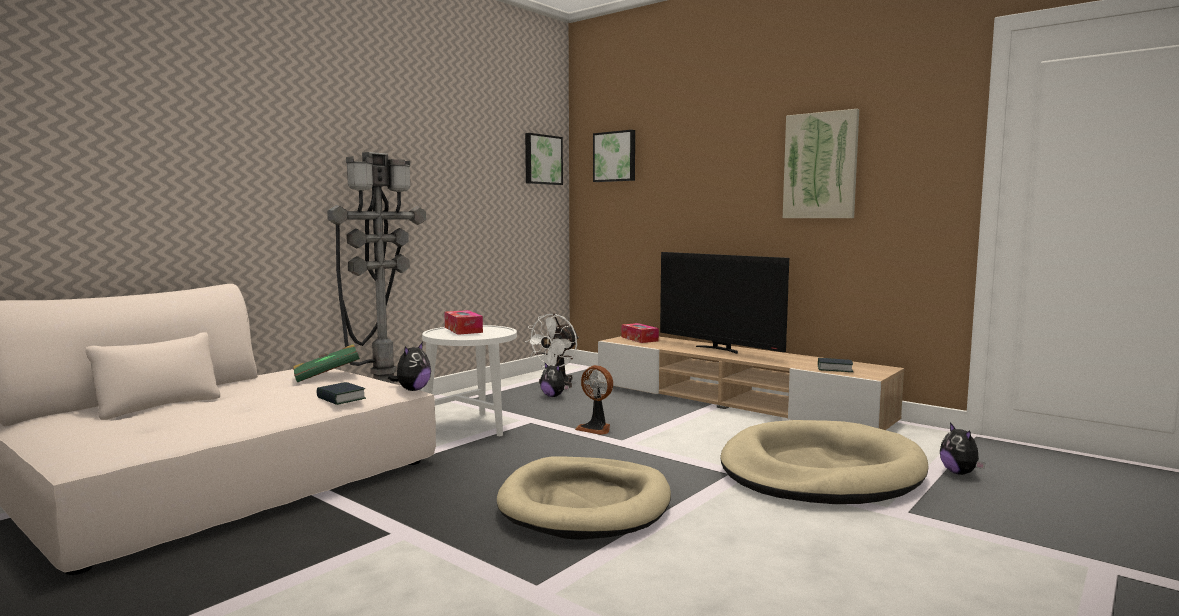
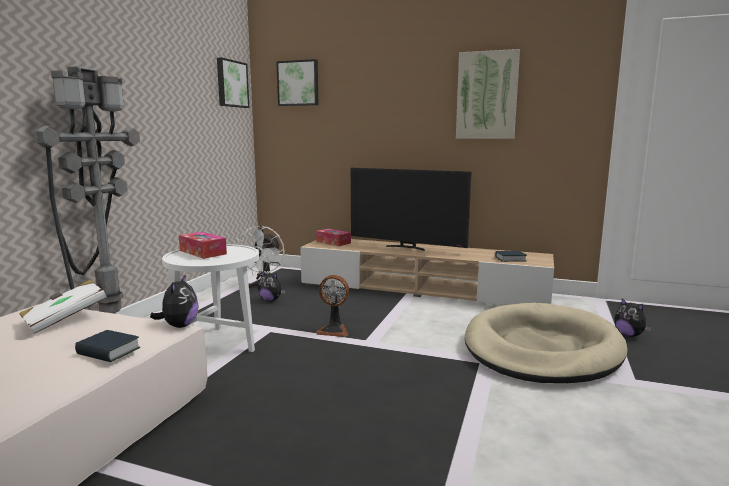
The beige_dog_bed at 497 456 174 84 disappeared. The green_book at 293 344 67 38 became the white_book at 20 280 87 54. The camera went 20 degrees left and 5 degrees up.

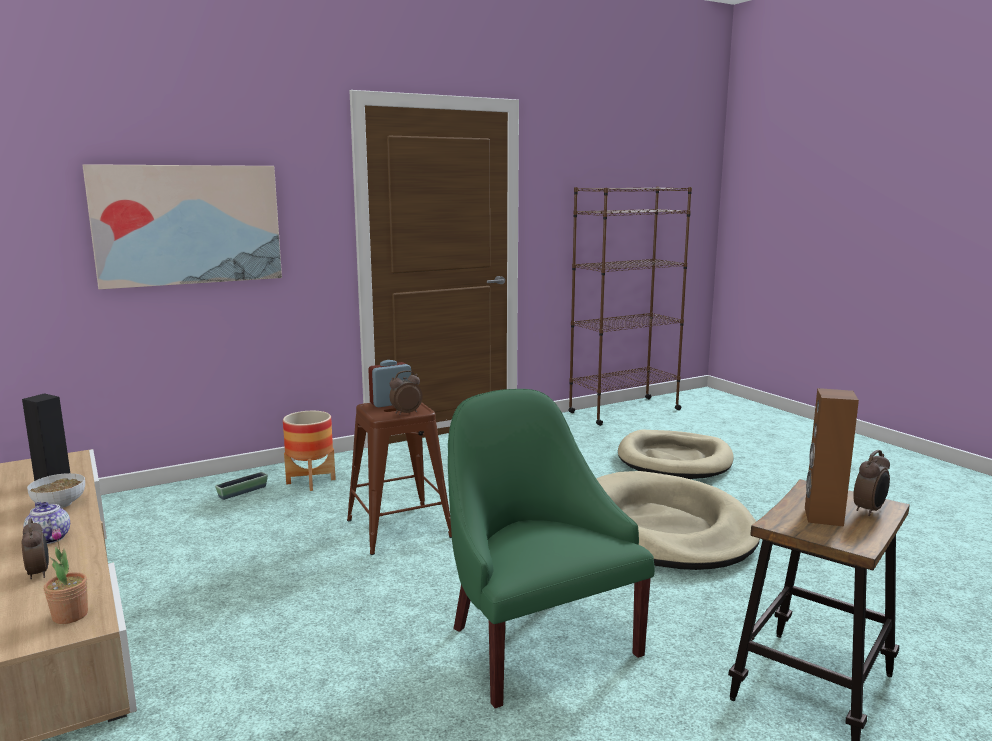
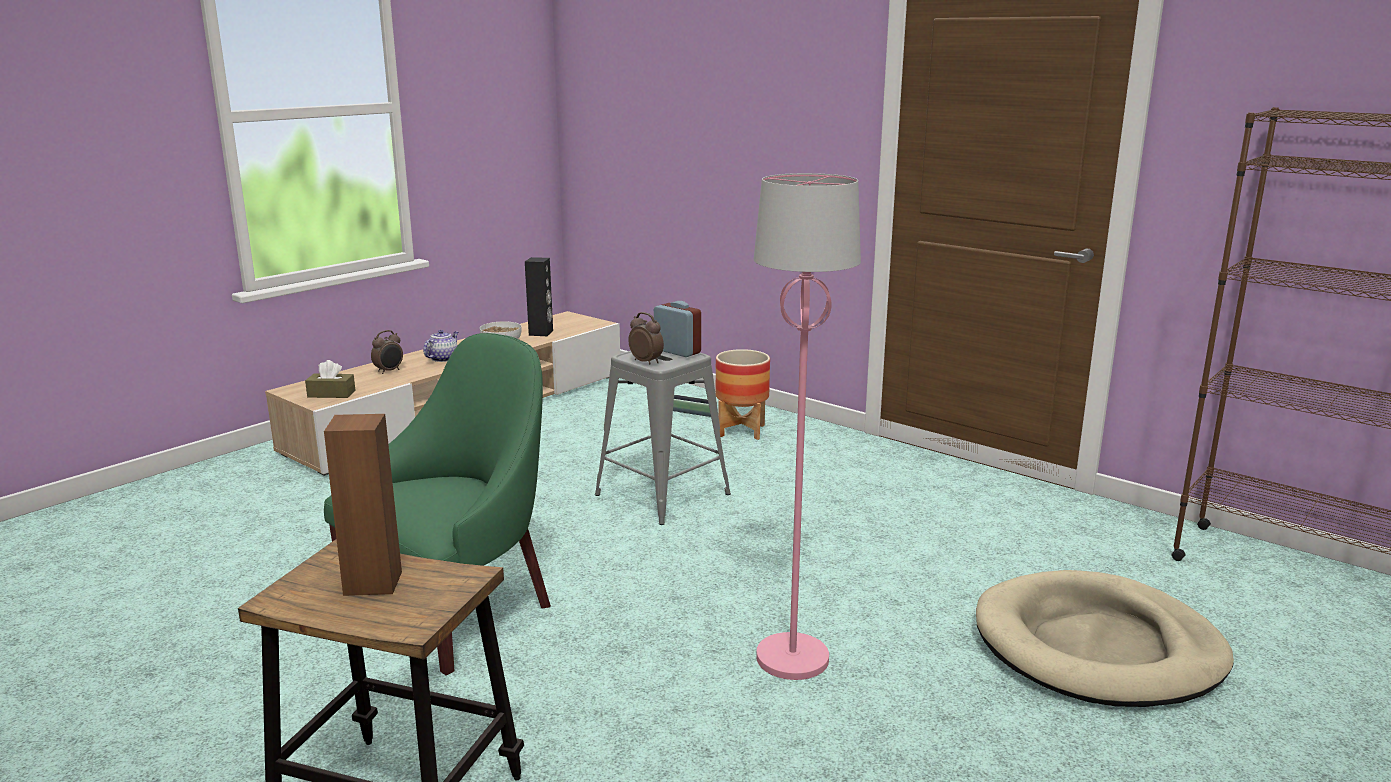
The picture at 82 164 200 126 disappeared. The alarm_clock at 853 450 37 66 disappeared. The potted_plant at 44 528 44 96 was replaced by the brown_tissue_box at 305 360 51 38. The beige_dog_bed at 596 471 164 99 was replaced by the pink_floor_lamp at 754 173 107 507. The brown_stool at 347 402 105 153 became the grey_stool at 595 351 136 174. The camera went 70 degrees right and 5 degrees up.

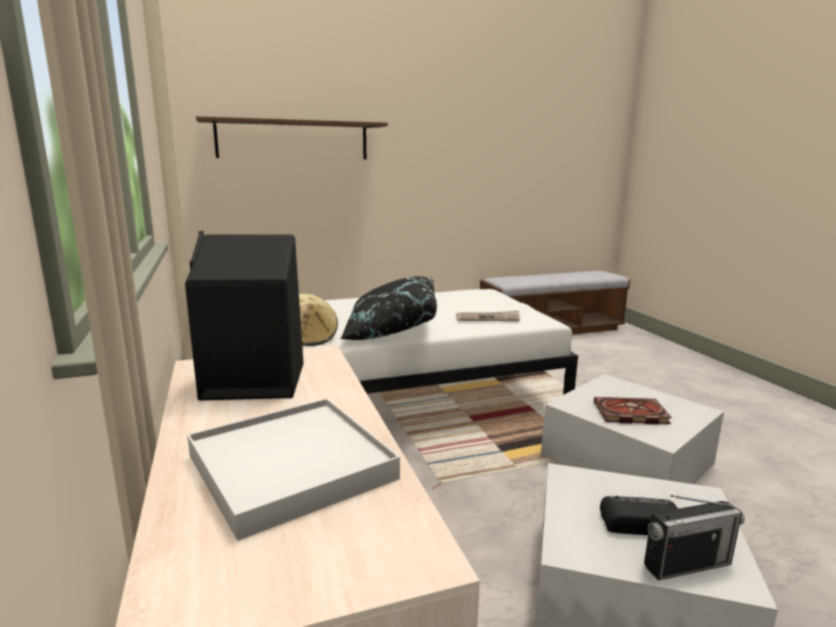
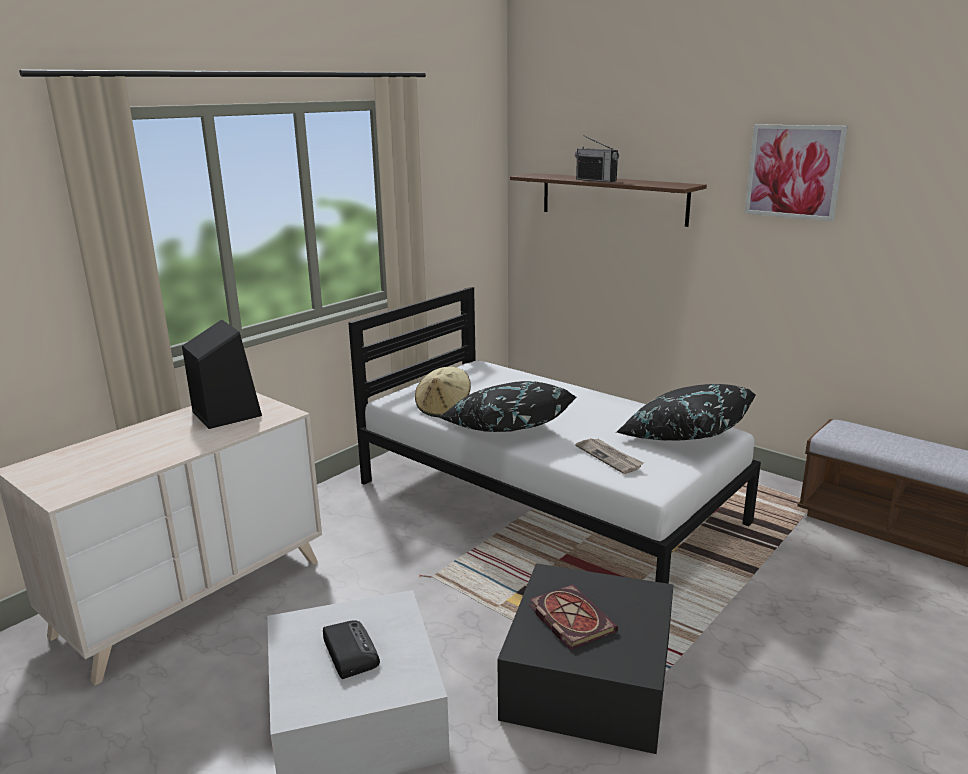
The white_tray at 187 399 213 142 disappeared. The black_pillow at 616 384 140 57 appeared. The picture at 745 124 103 97 appeared. The radio moved from 644 495 101 86 to 575 135 44 47. The white_storage_box at 541 374 183 110 became the black_storage_box at 497 563 177 191. The camera went 60 degrees right and 5 degrees up.

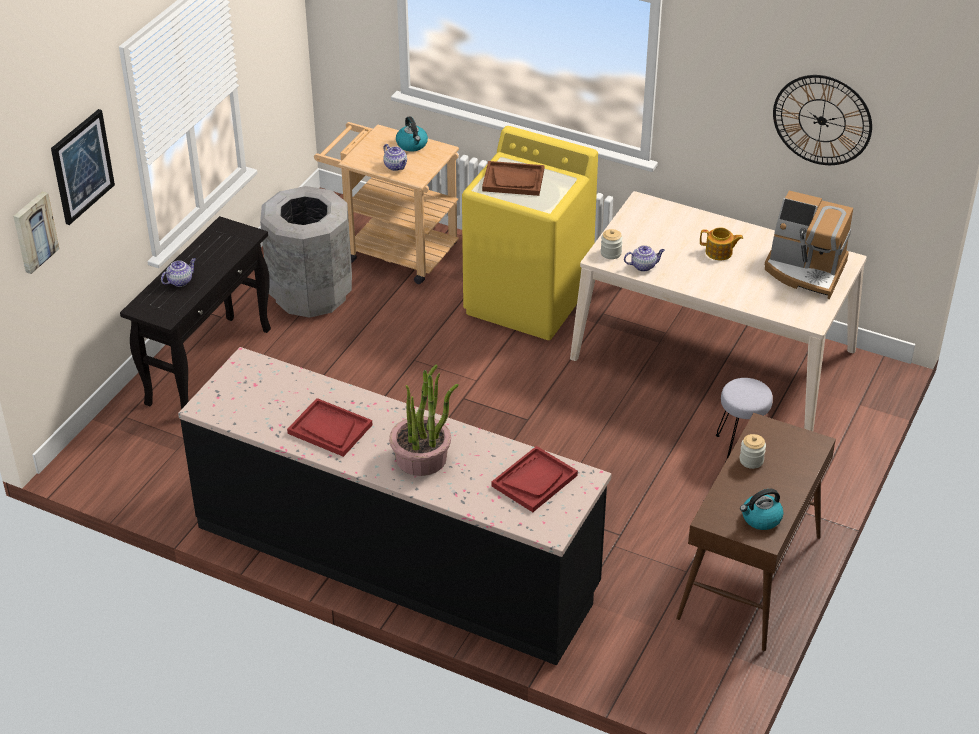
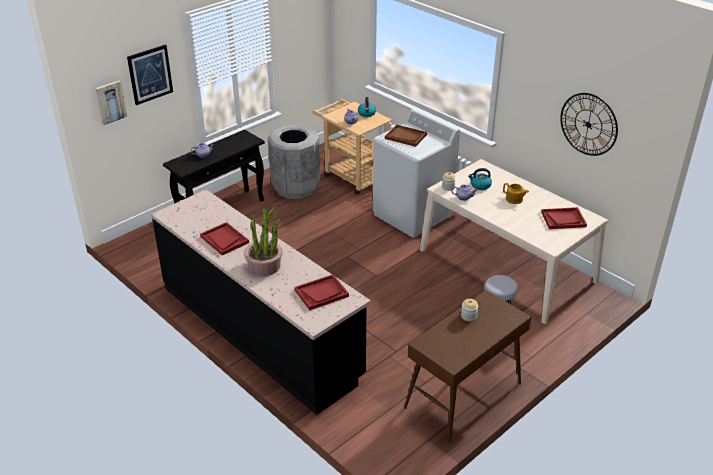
The kettle moved from 740 489 44 41 to 468 168 24 22. The coffee_machine at 765 191 88 108 was replaced by the red_tray at 541 207 46 22. The yellow_washing_machine at 462 126 136 214 became the white_washing_machine at 372 108 88 130. The camera went 20 degrees right and 5 degrees down.

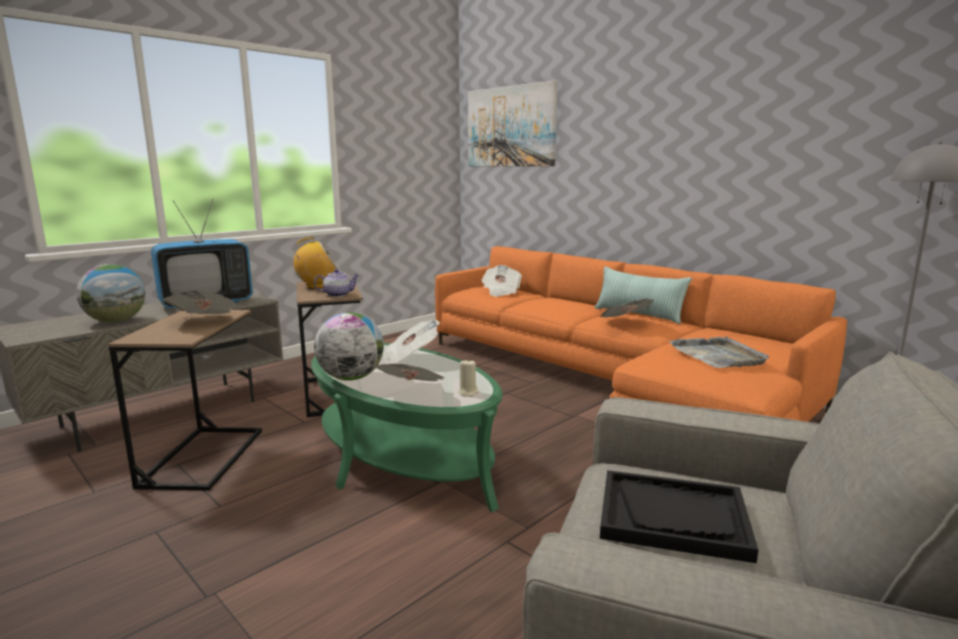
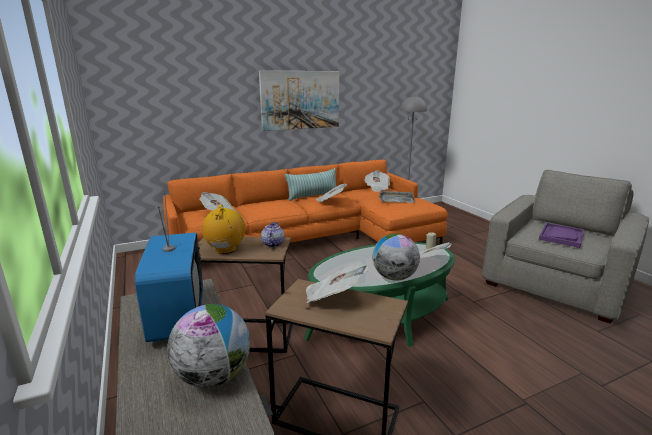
The newspaper moved from 379 320 61 44 to 364 170 26 22. The picture moved from 468 80 90 86 to 259 71 80 60. The black_tray at 600 470 158 93 became the purple_tray at 539 223 46 25. The camera went 70 degrees left and 5 degrees up.

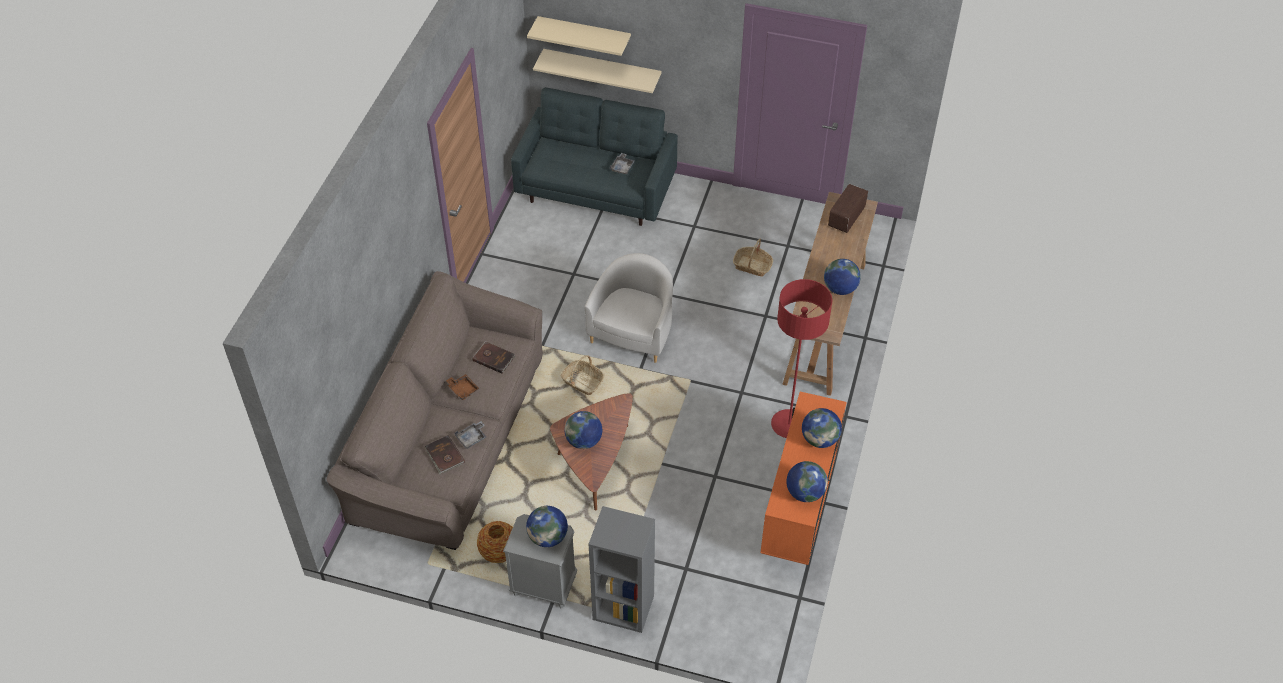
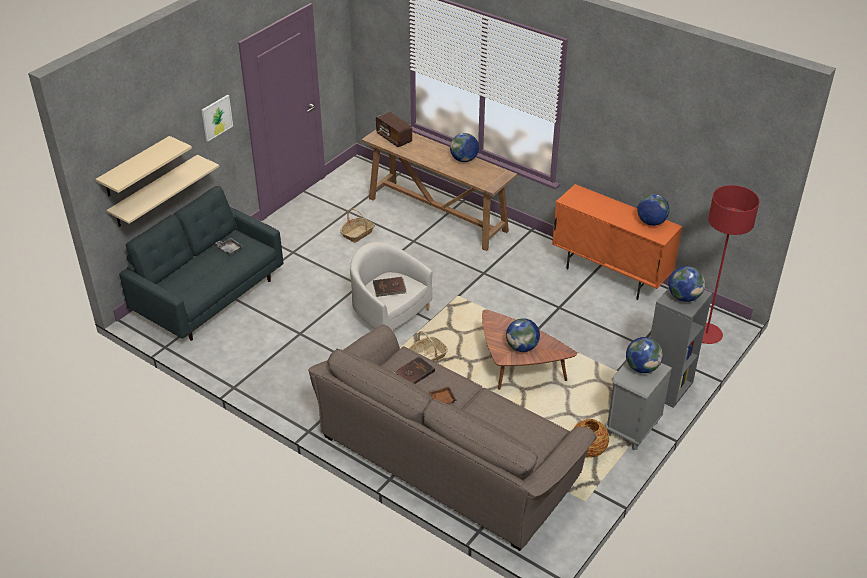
The grey_tray at 455 421 31 28 disappeared. The picture at 202 95 31 46 appeared. The brown_book moved from 425 435 40 40 to 373 277 34 20. The red_floor_lamp moved from 771 279 61 159 to 702 185 58 159. The globe moved from 802 408 40 40 to 668 266 37 36. The camera went 70 degrees left and 10 degrees down.

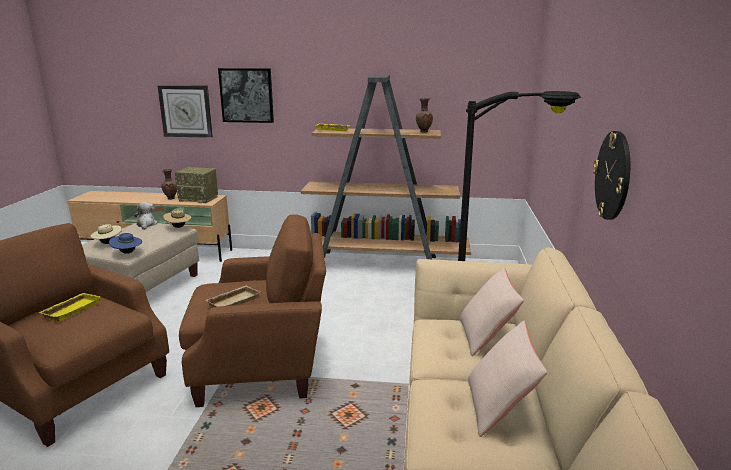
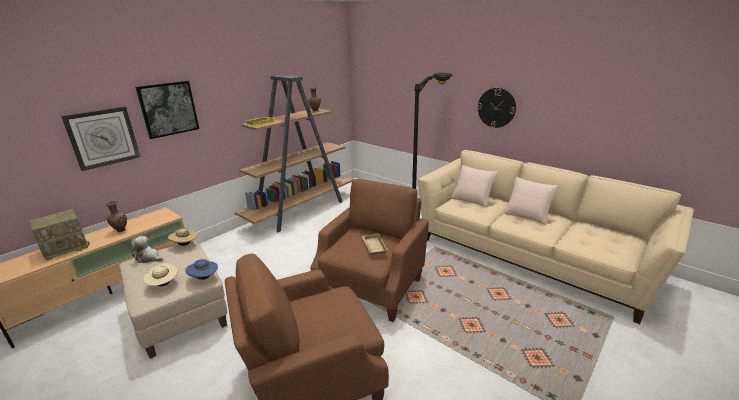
The yellow_tray at 38 293 62 29 disappeared. The radio moved from 175 167 43 36 to 29 209 61 52. The camera went 55 degrees left and 5 degrees up.

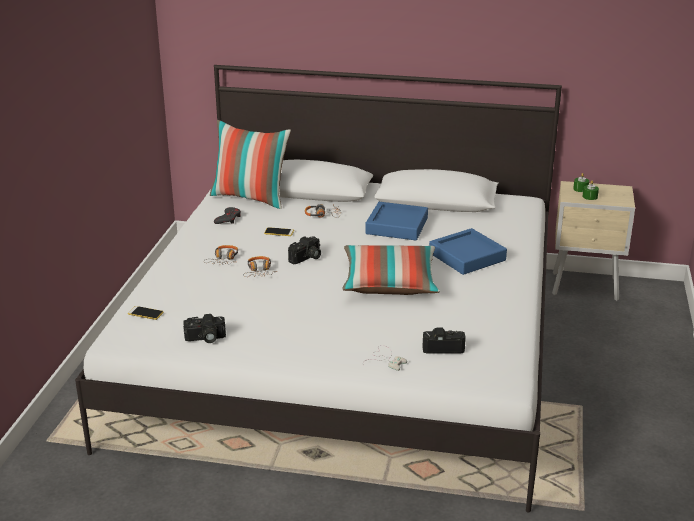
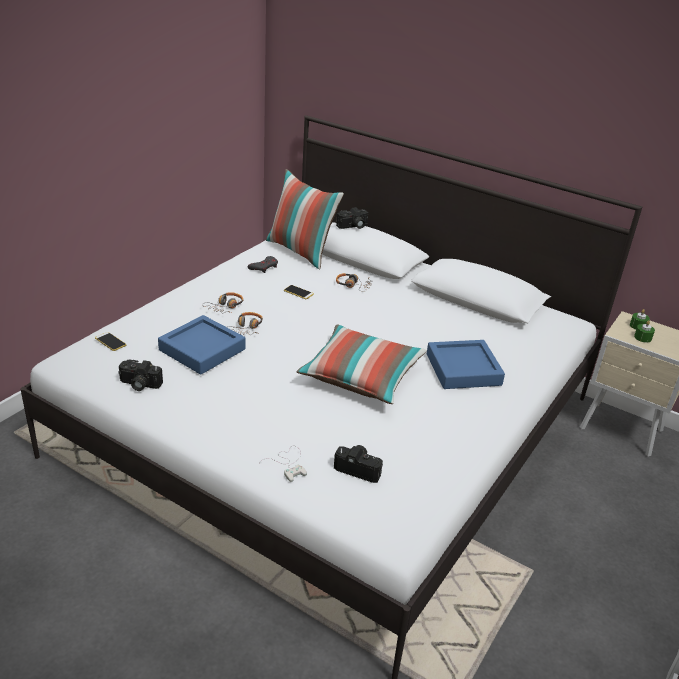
The photo_camera moved from 288 236 33 28 to 336 207 32 22. The blue_tray moved from 365 202 63 38 to 158 315 87 60. The camera went 20 degrees right and 5 degrees up.

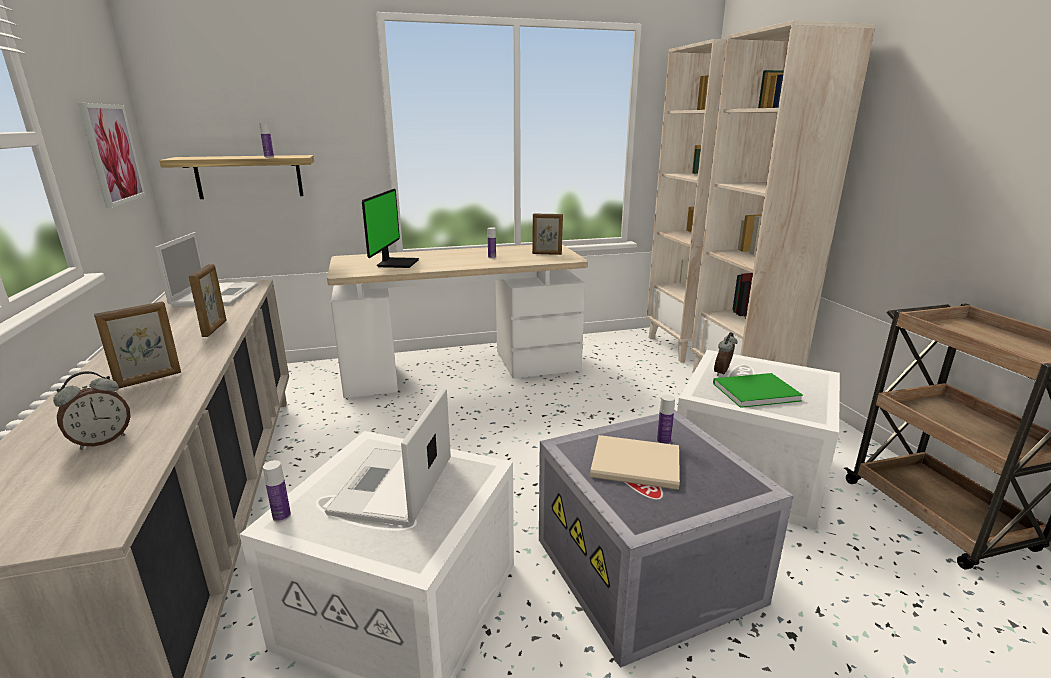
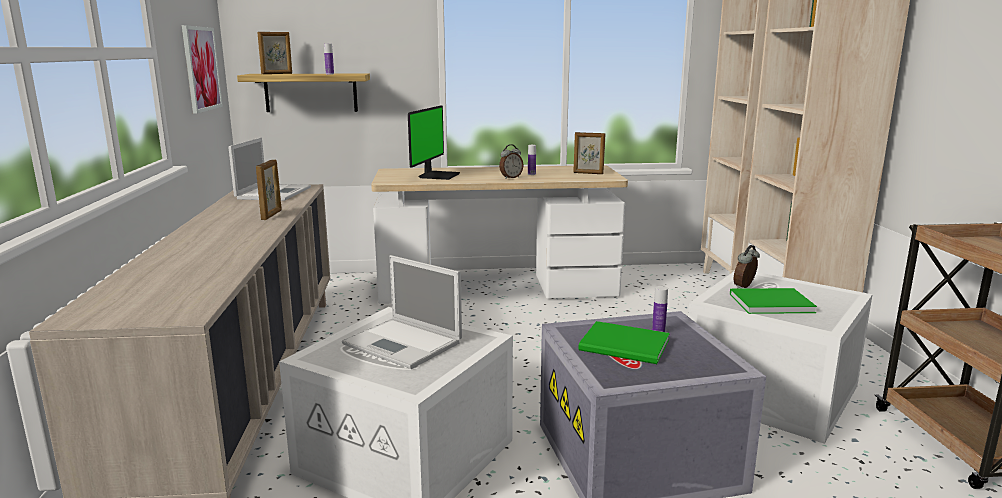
The bottle at 263 460 28 62 disappeared. The alarm_clock moved from 53 371 78 79 to 499 144 25 35. The picture_frame moved from 94 302 87 87 to 257 32 35 42. The beige_book at 590 435 90 55 became the green_book at 578 321 92 43. The laptop at 325 388 126 138 turned 75 degrees counterclockwise. The camera went 10 degrees right and 5 degrees down.

